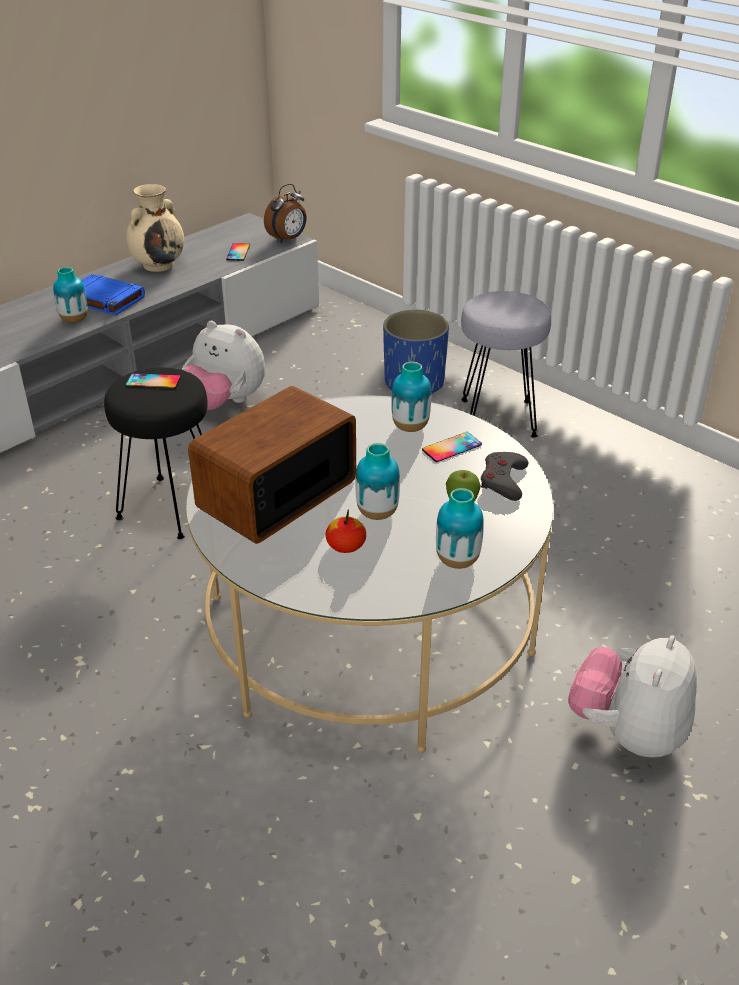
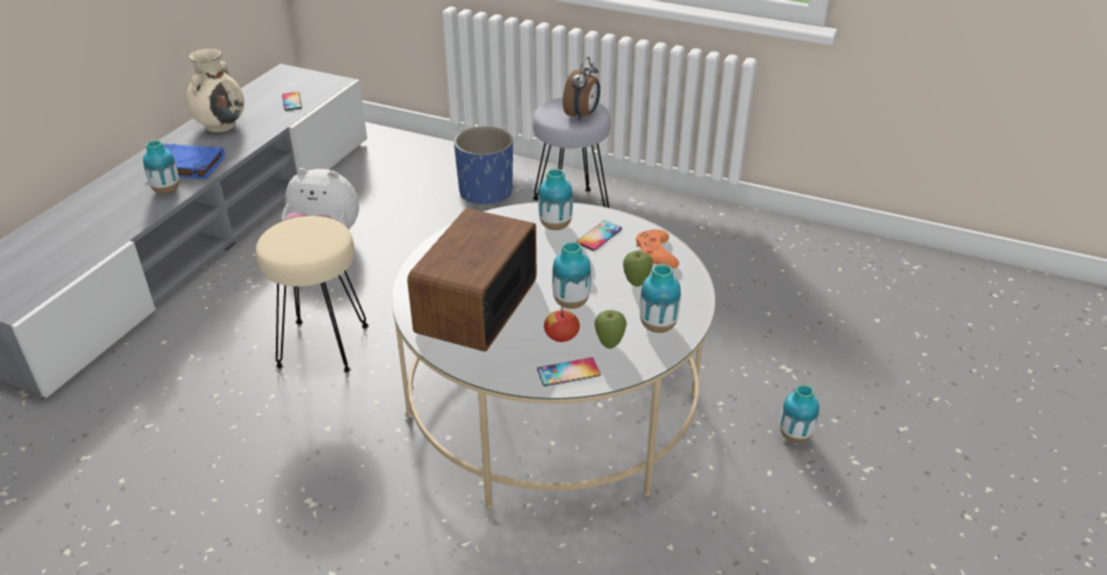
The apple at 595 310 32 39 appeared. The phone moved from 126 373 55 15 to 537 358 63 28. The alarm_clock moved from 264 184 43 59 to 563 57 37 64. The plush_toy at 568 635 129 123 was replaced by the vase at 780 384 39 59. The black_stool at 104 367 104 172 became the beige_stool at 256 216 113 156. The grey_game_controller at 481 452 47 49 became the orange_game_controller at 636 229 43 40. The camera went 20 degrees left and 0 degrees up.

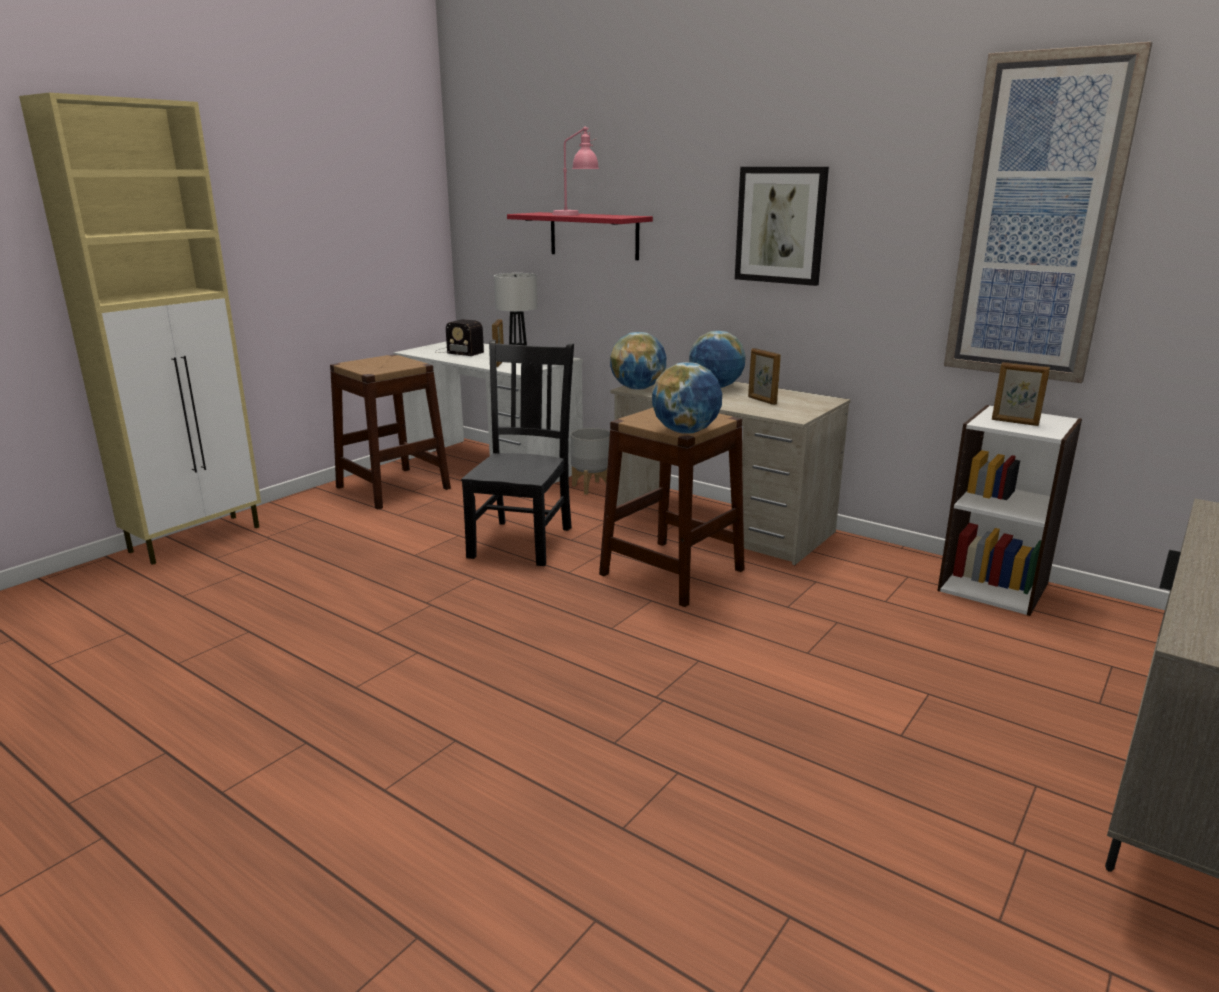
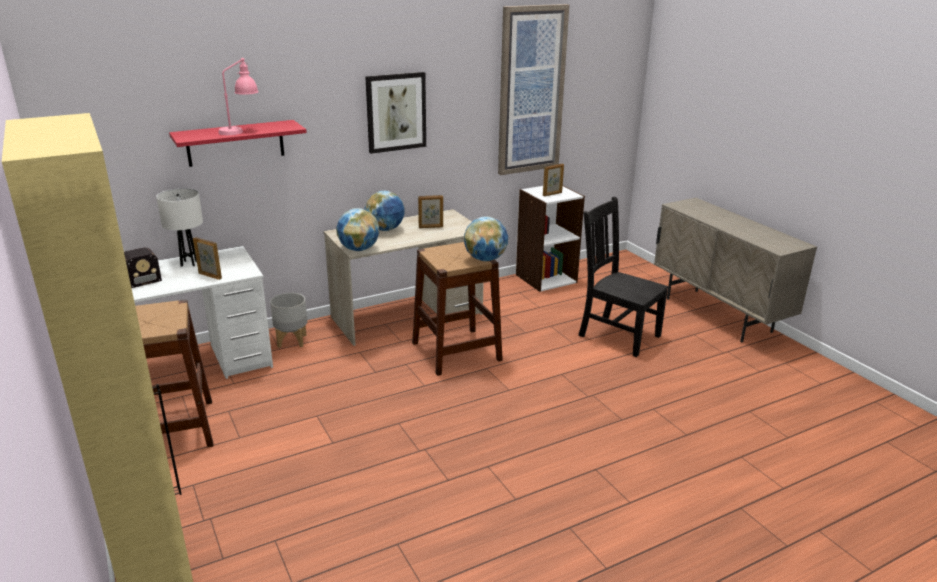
The black_chair moved from 461 340 113 226 to 578 196 91 161. The camera went 65 degrees left and 5 degrees up.

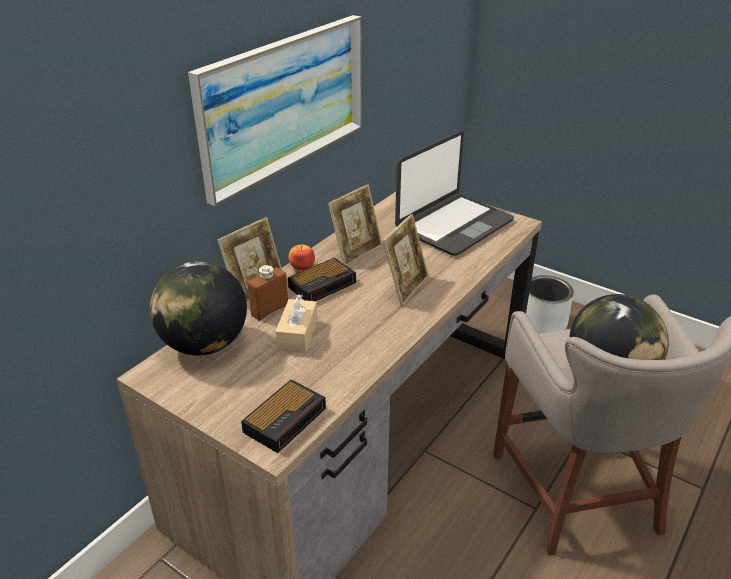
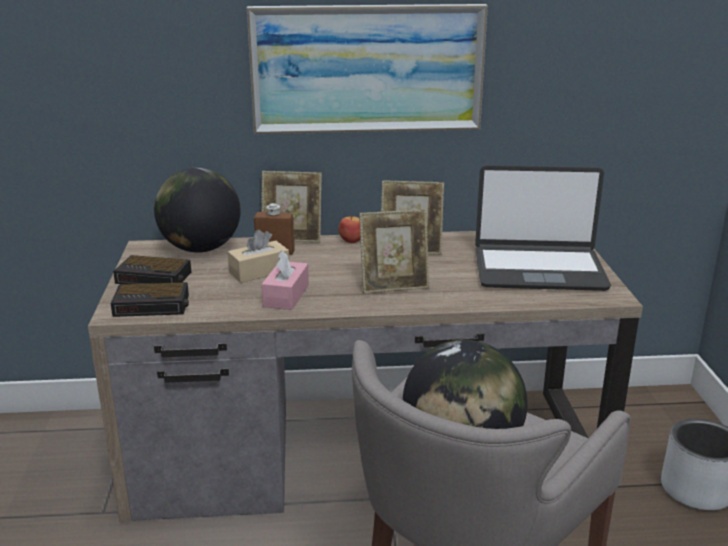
The pink_tissue_box at 261 250 48 60 appeared. The alarm_clock moved from 288 258 68 43 to 113 255 78 29. The camera went 50 degrees right and 10 degrees down.

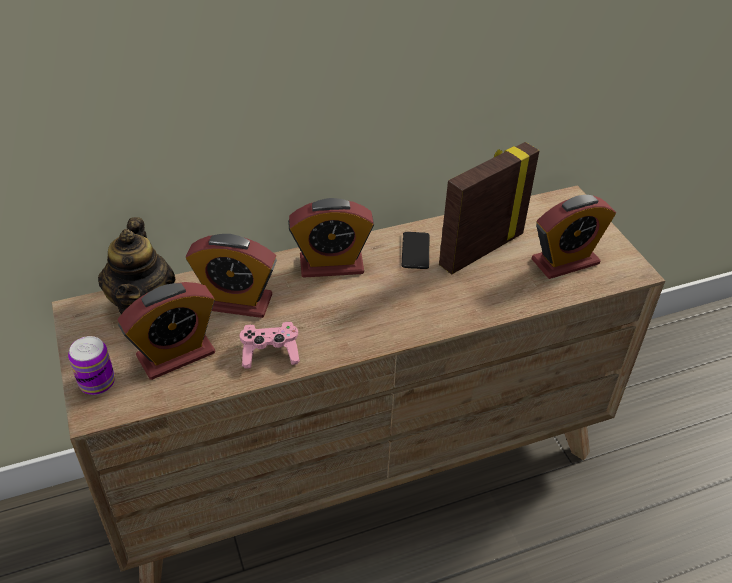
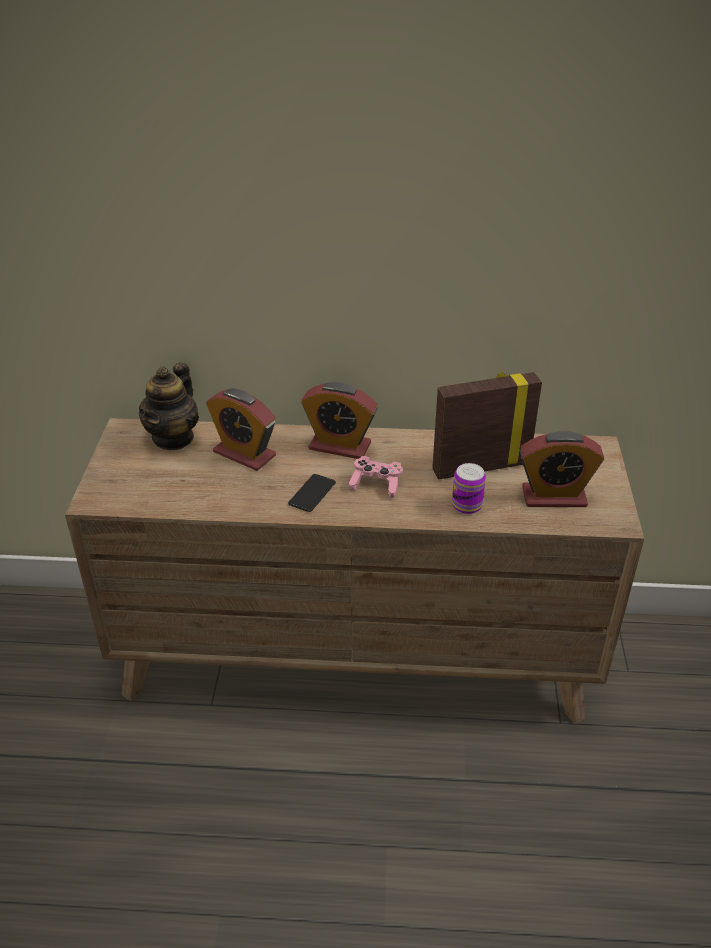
The alarm_clock at 118 282 97 98 disappeared. The can moved from 68 336 47 59 to 452 463 34 51. The pink_game_controller moved from 239 322 61 47 to 348 456 55 41. The phone moved from 402 232 28 37 to 288 474 48 38. The camera went 25 degrees right and 5 degrees down.

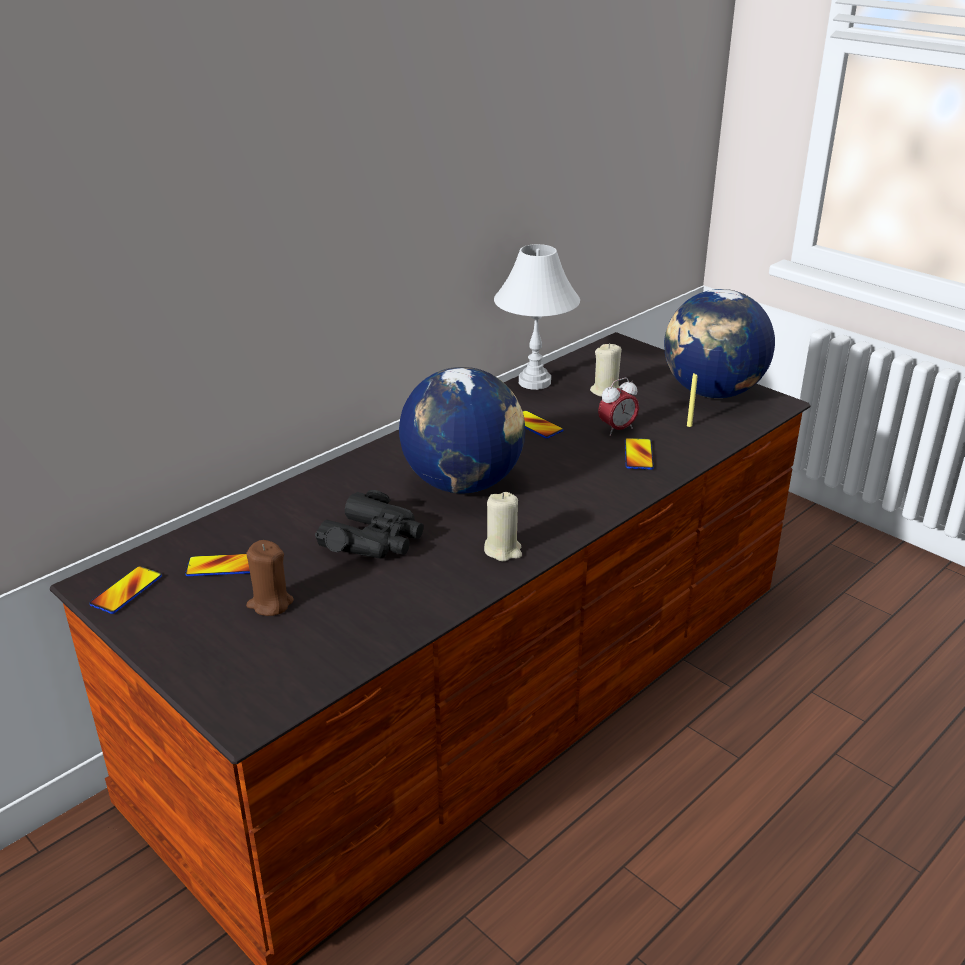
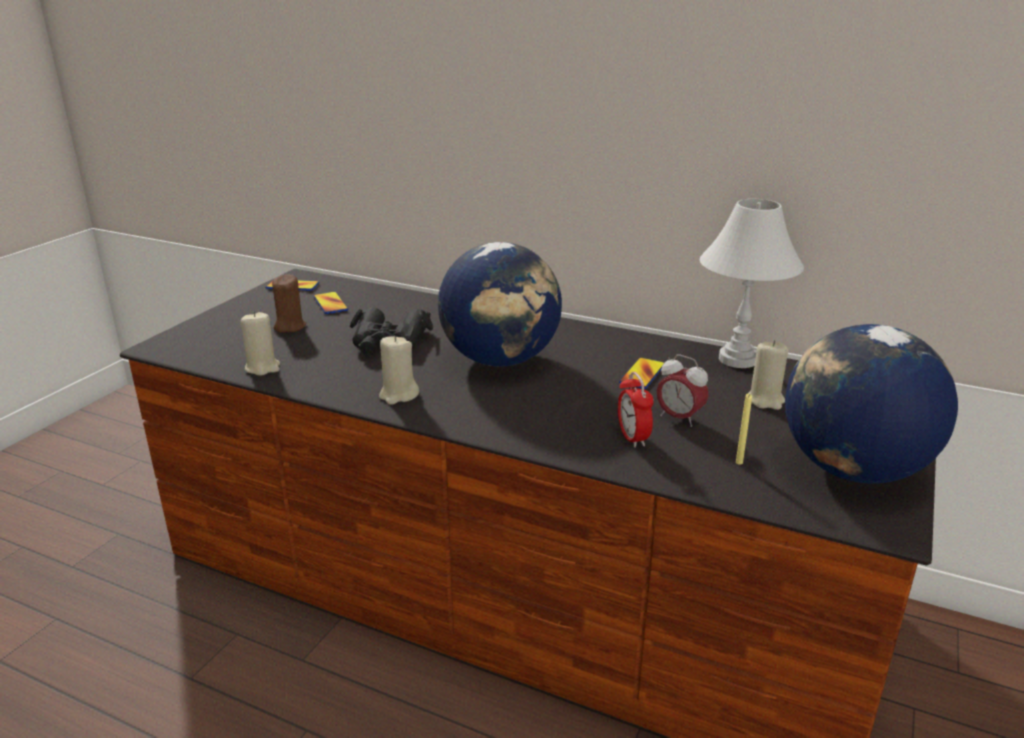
The beige_candle at 241 311 39 65 appeared. The phone at 625 438 29 32 was replaced by the alarm_clock at 618 372 36 76. The camera went 70 degrees right and 5 degrees down.

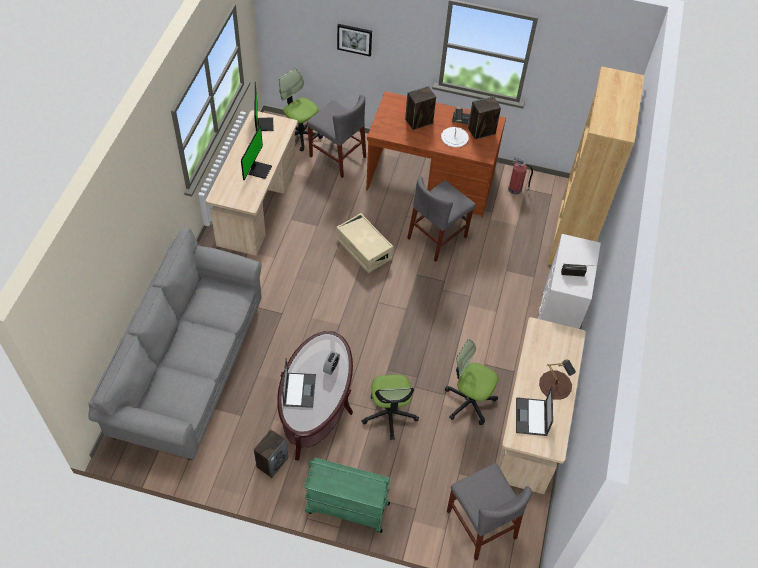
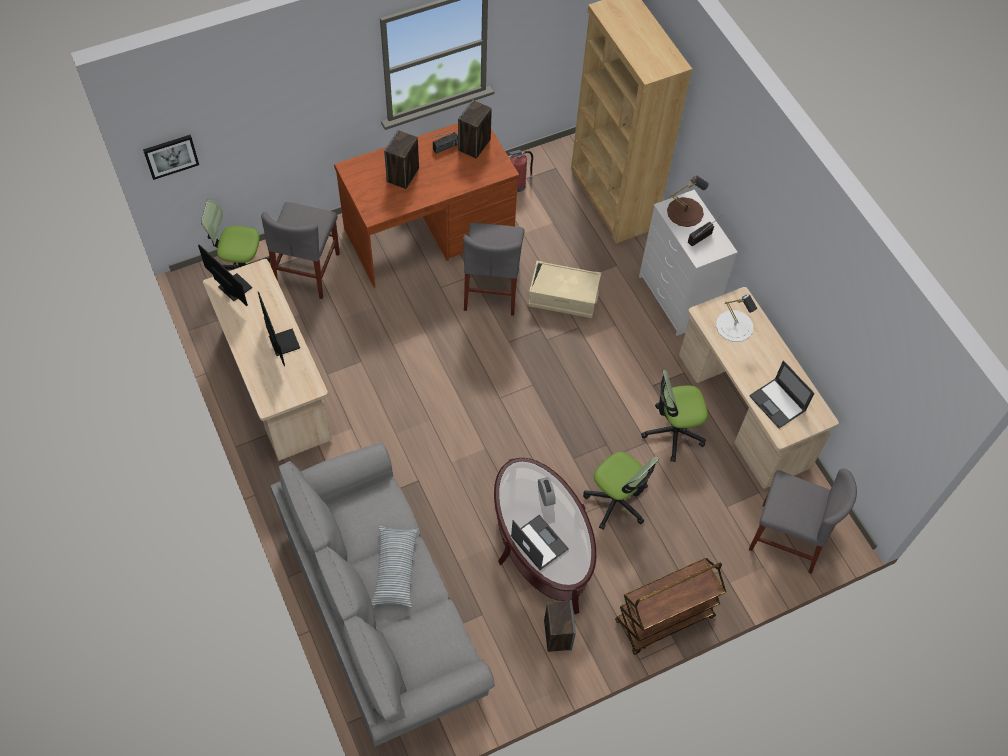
The pillow at 371 526 47 82 appeared. The beige_storage_box moved from 336 213 57 60 to 529 261 72 57. The picture moved from 337 24 35 32 to 143 135 56 45. The white_table_lamp moved from 441 107 28 41 to 716 294 41 48. The brown_table_lamp moved from 539 359 37 41 to 667 175 42 52. The green_cart at 304 457 86 76 became the brown_cart at 615 558 111 97. The grey_chair at 307 95 59 83 turned 105 degrees clockwise. The camera went 40 degrees left and 5 degrees up.

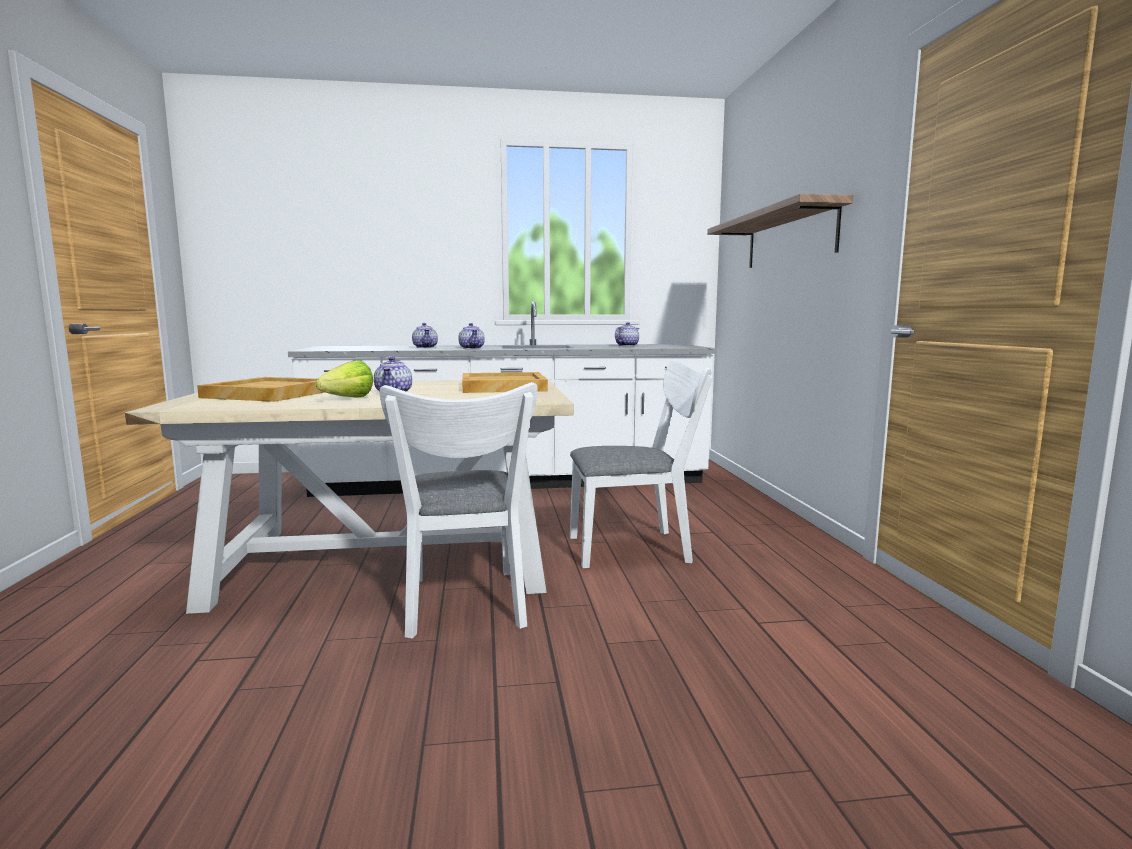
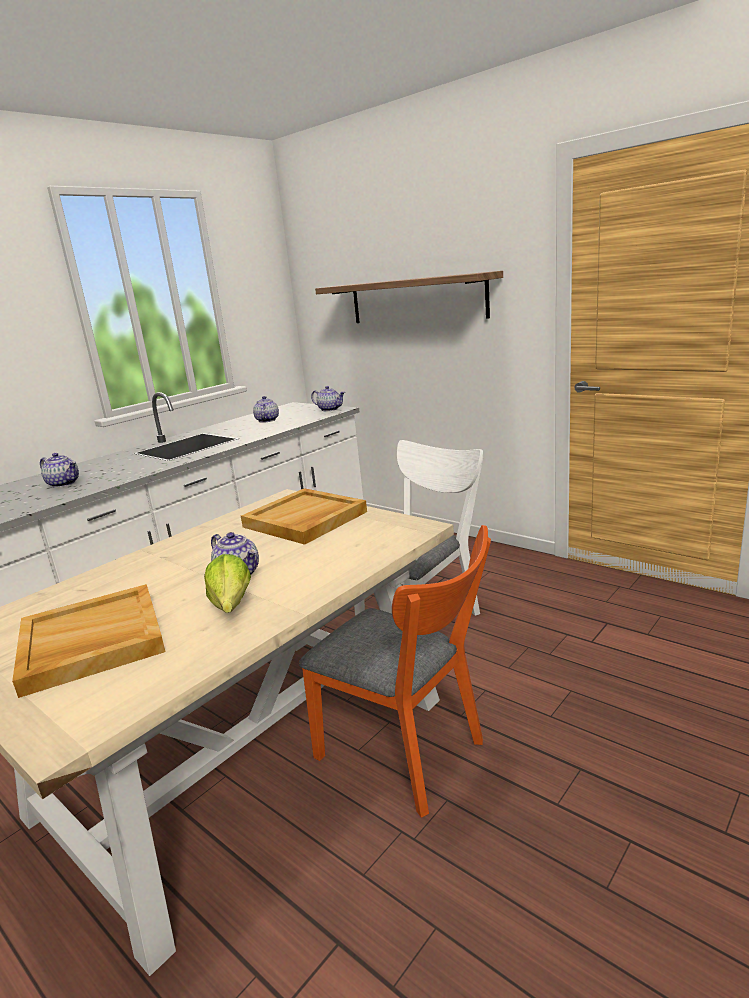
The teapot moved from 459 323 26 26 to 311 386 34 25. The white_chair at 380 382 157 257 became the orange_chair at 299 525 192 293. The camera went 40 degrees left and 10 degrees up.

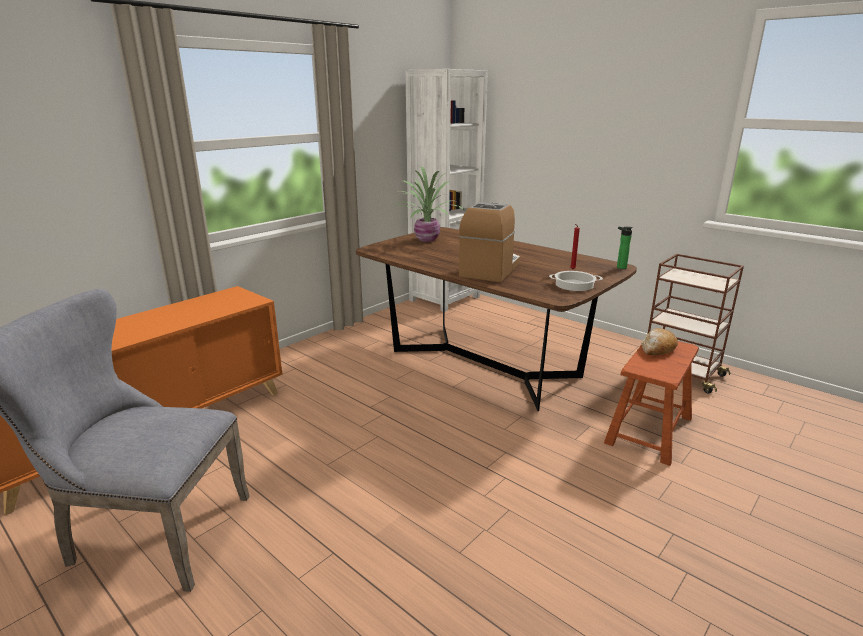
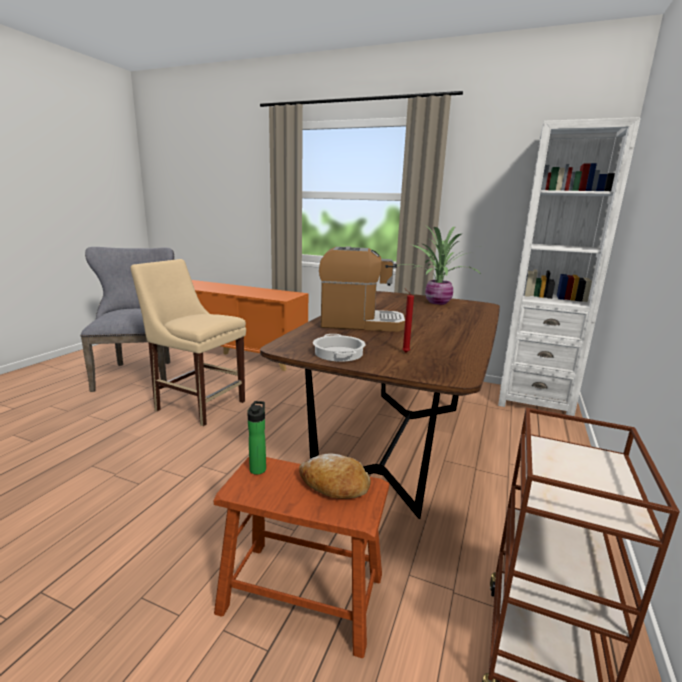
The beige_chair at 131 259 115 167 appeared. The bottle moved from 617 226 16 43 to 247 401 19 74. The camera went 70 degrees right and 5 degrees down.

